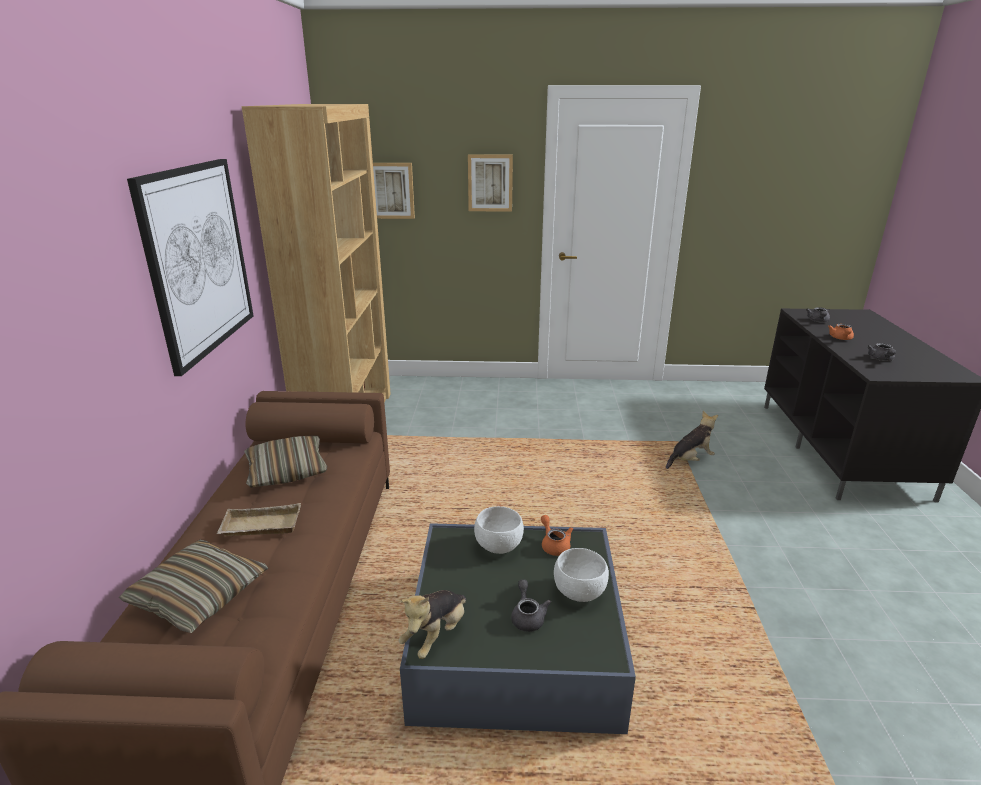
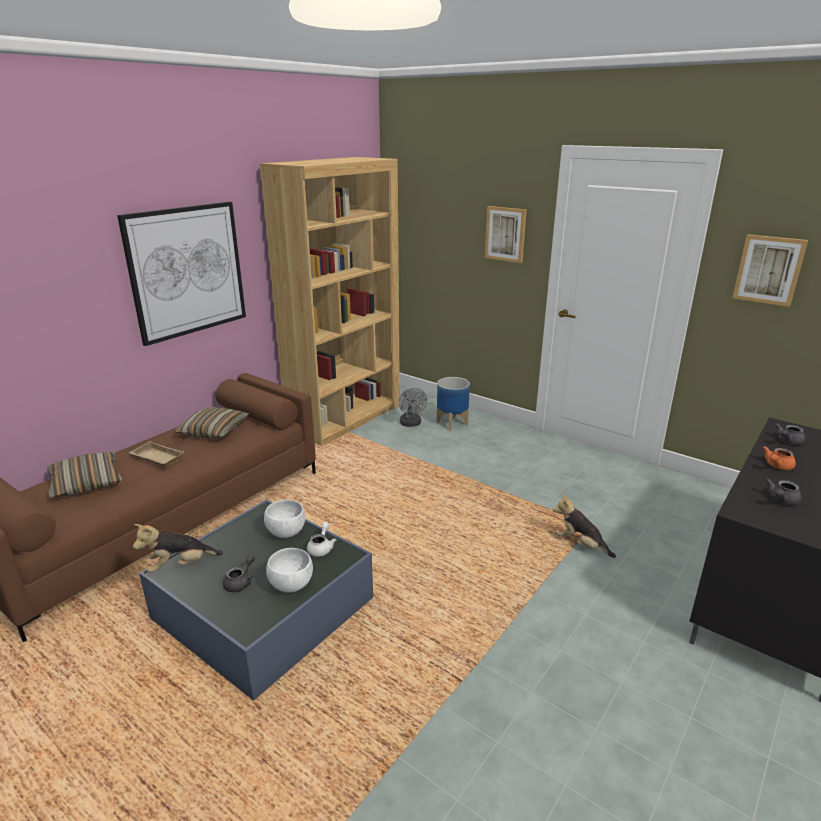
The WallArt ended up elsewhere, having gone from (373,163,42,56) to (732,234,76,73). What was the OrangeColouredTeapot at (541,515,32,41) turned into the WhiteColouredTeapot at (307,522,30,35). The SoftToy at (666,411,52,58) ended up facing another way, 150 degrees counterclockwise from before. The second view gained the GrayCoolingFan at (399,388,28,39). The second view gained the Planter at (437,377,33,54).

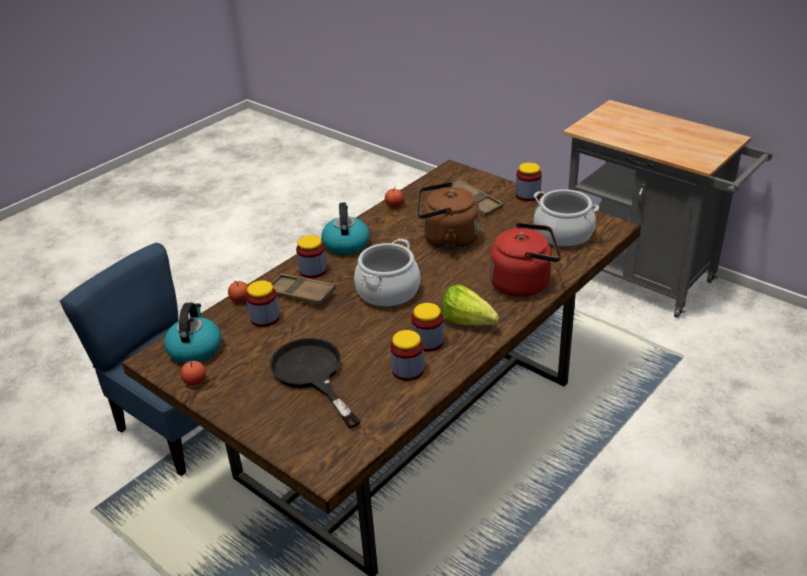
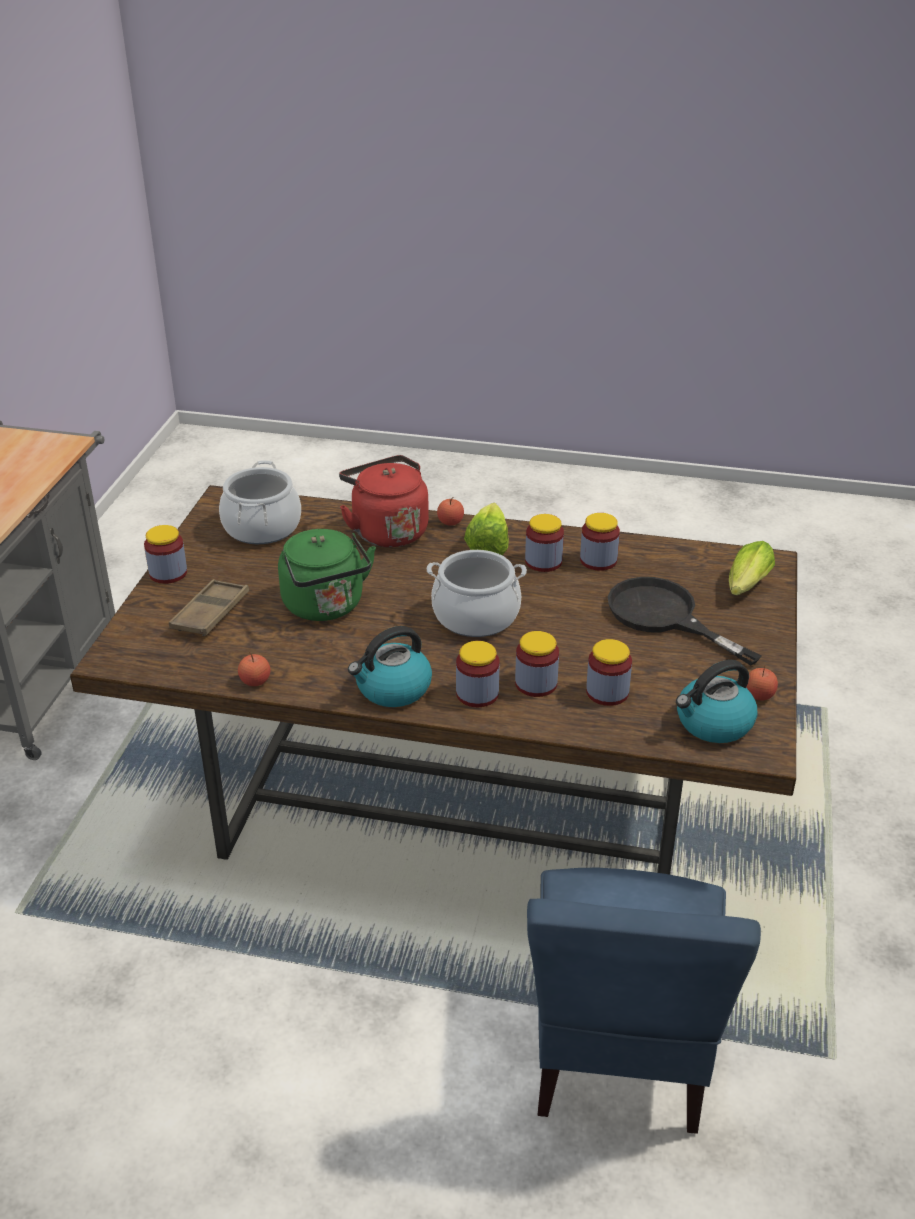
The AppleFruit ended up elsewhere, having gone from (228,281,20,22) to (437,497,27,29). The BlackishSkillet at (270,338,91,90) ended up facing another way, 105 degrees clockwise from before. Where the BrownishCarryingTray stood at (271,274,65,31), the PreserveJar came to stand at (515,631,44,66). What was the BrownishKettle at (417,182,63,68) turned into the GreenKettle at (278,529,98,92). The second view gained the Lettuce at (729,541,46,54).

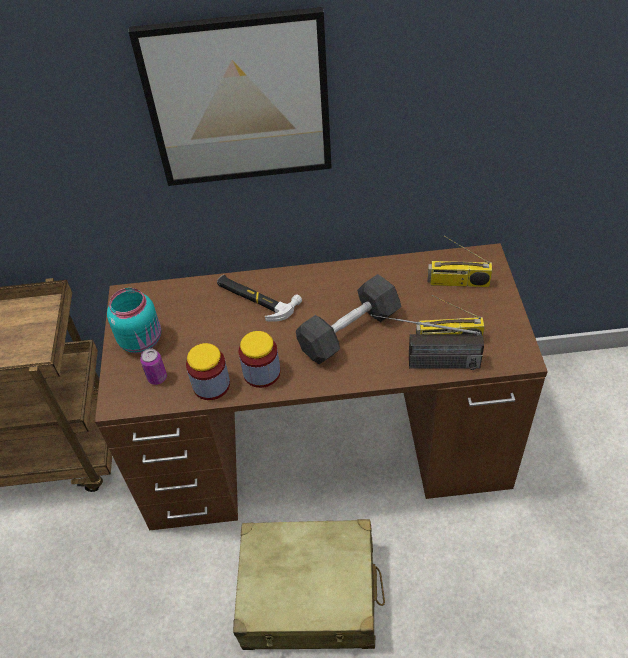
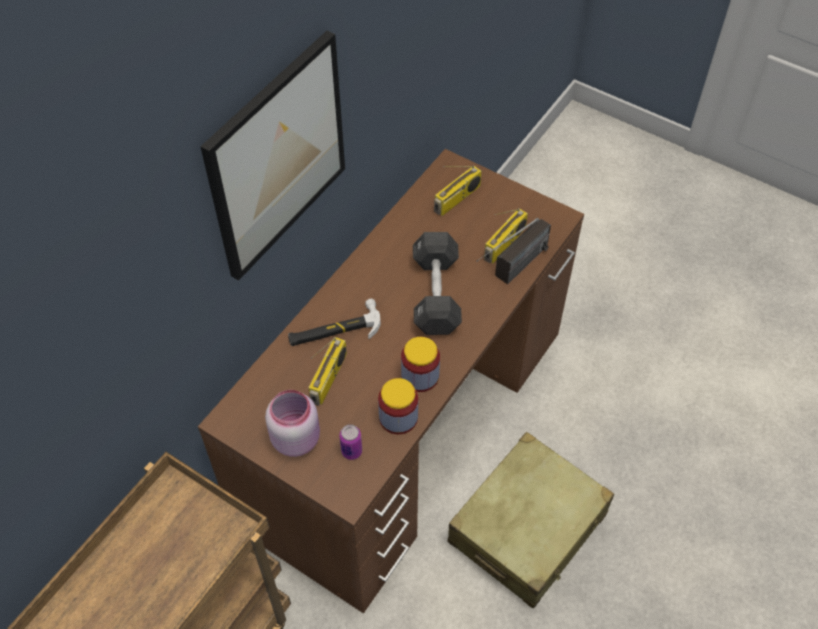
What was the BlueGreenPreserveJar at (107,288,54,65) turned into the PinkColouredPreserveJar at (265,390,55,67). The second view gained the RadioReceiver at (309,337,38,69).

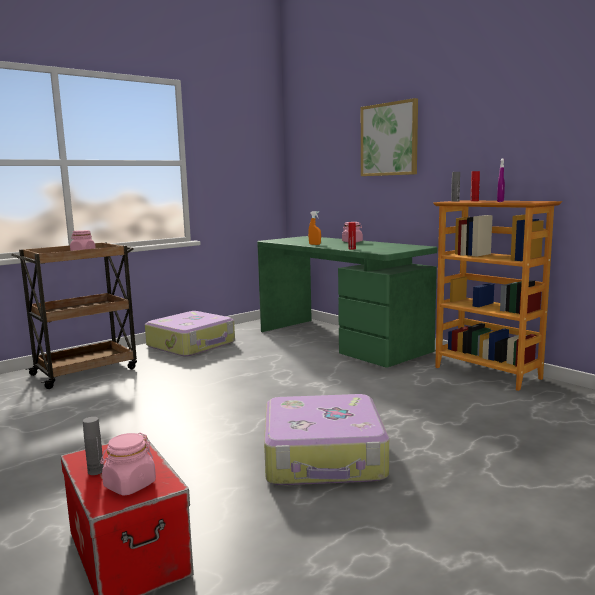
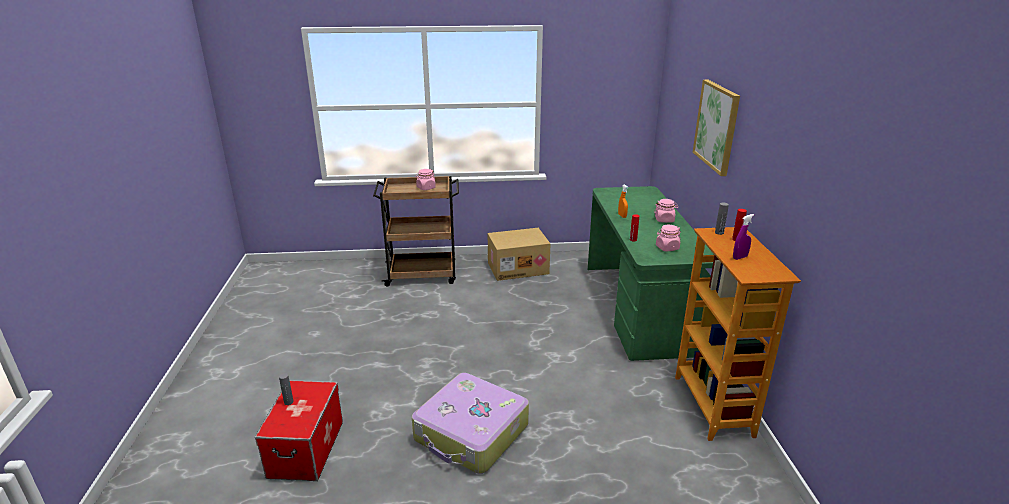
The PinkColouredPreserveJar ended up elsewhere, having gone from (100,433,56,63) to (656,225,25,26). Where the TravelCase stood at (145,311,90,46), the CardboardBox came to stand at (488,228,62,53).

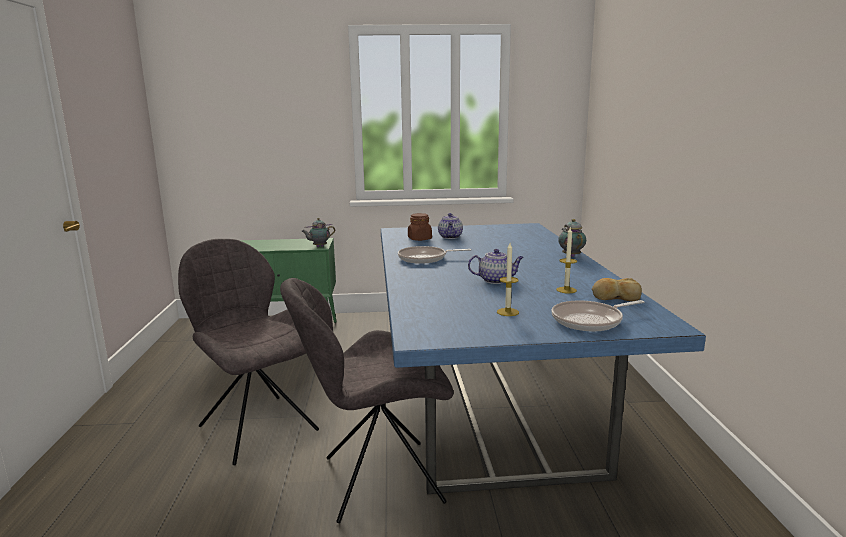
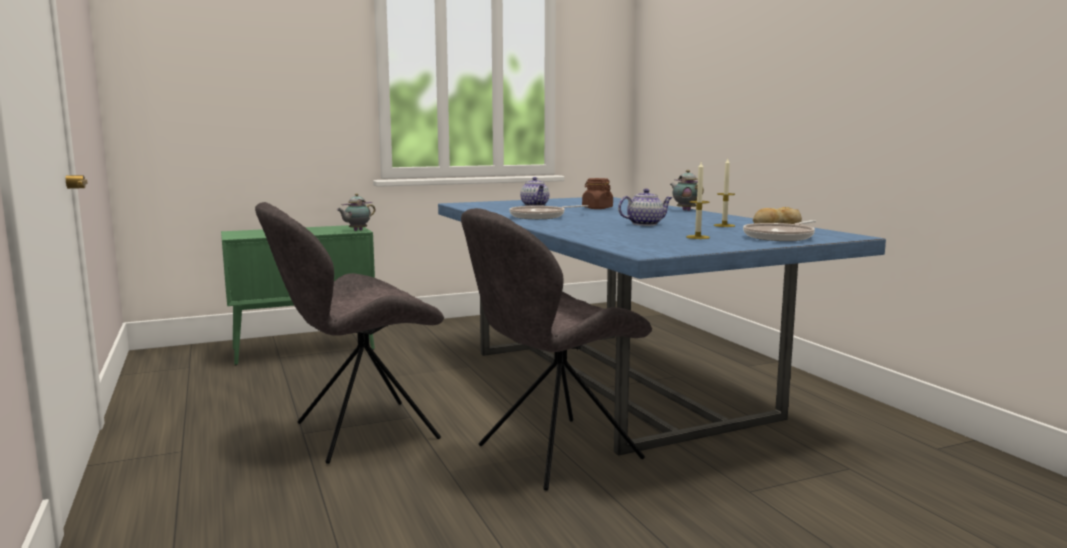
The GrayPlainChair at (178,239,141,226) ended up facing another way, 60 degrees counterclockwise from before. The BrownishPreserveJar ended up elsewhere, having gone from (408,213,24,28) to (582,178,31,31).

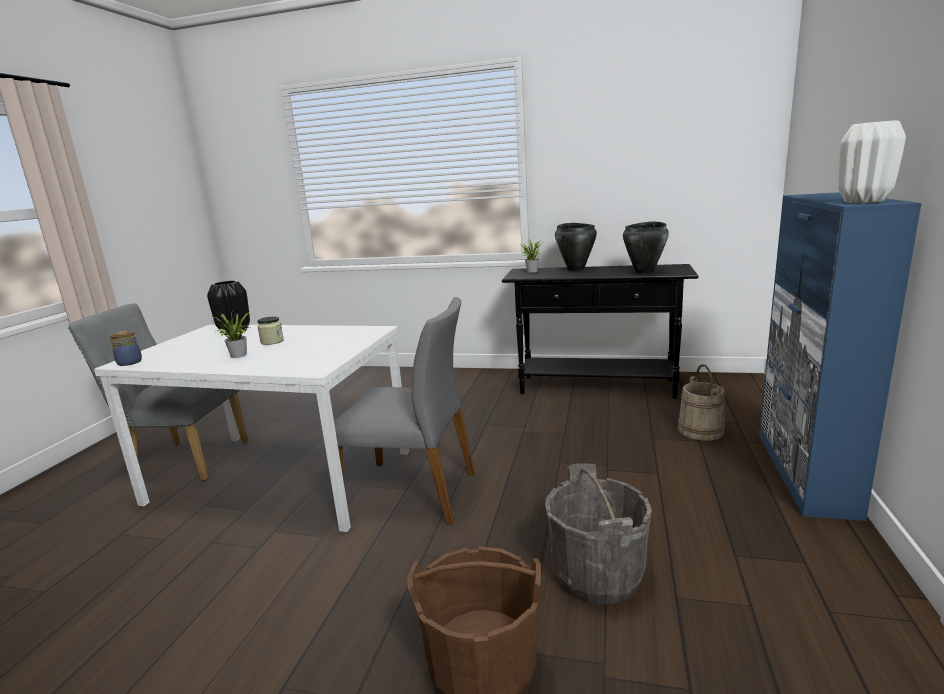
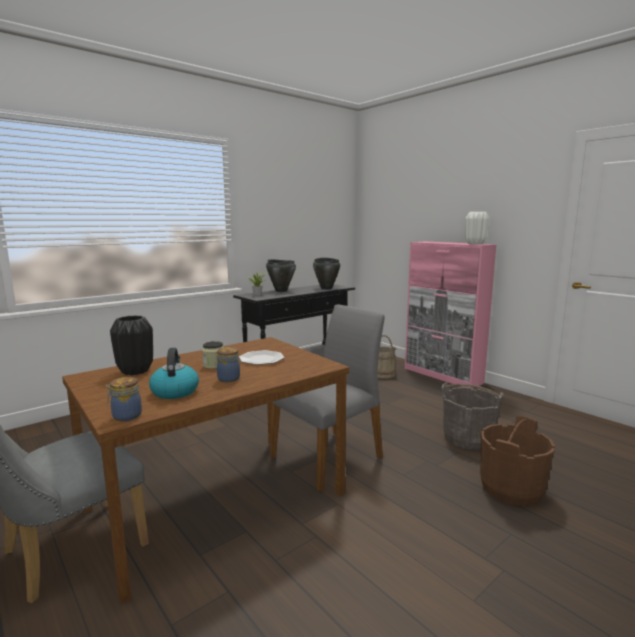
What was the WhiteColouredDiningTable at (94,324,315,208) turned into the BrownishDiningTable at (62,337,287,267). Where the PlantInAPot stood at (209,310,41,48), the PreserveJar came to stand at (217,347,23,35). What was the BlueColouredStorageCabinet at (759,192,163,329) turned into the PinkColouredStorageCabinet at (405,242,91,147). The second view gained the Kettle at (149,348,50,51). The second view gained the Plate at (239,350,46,15).

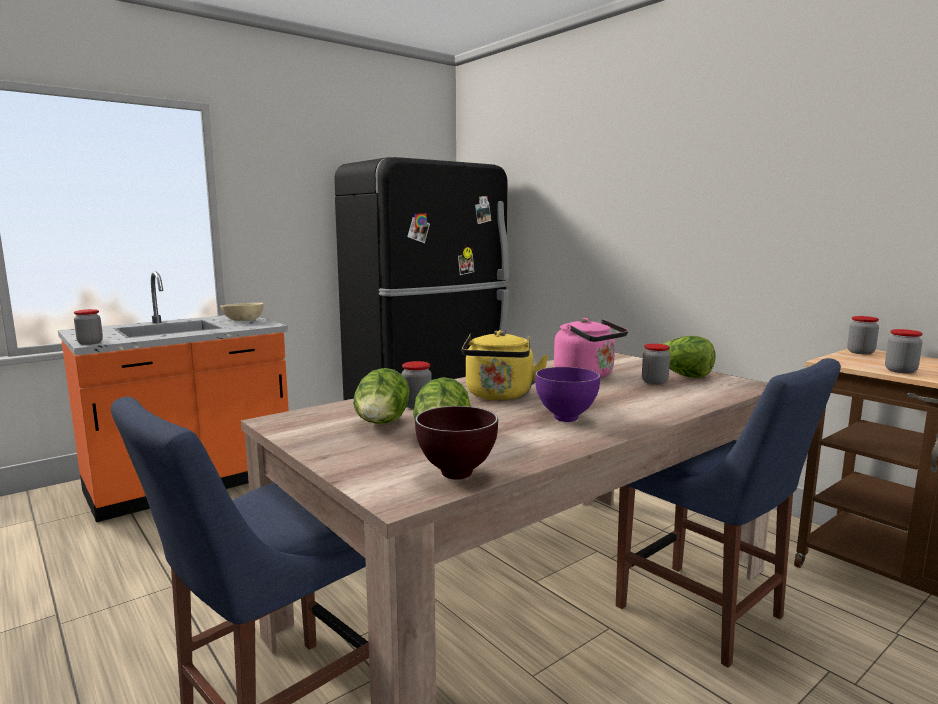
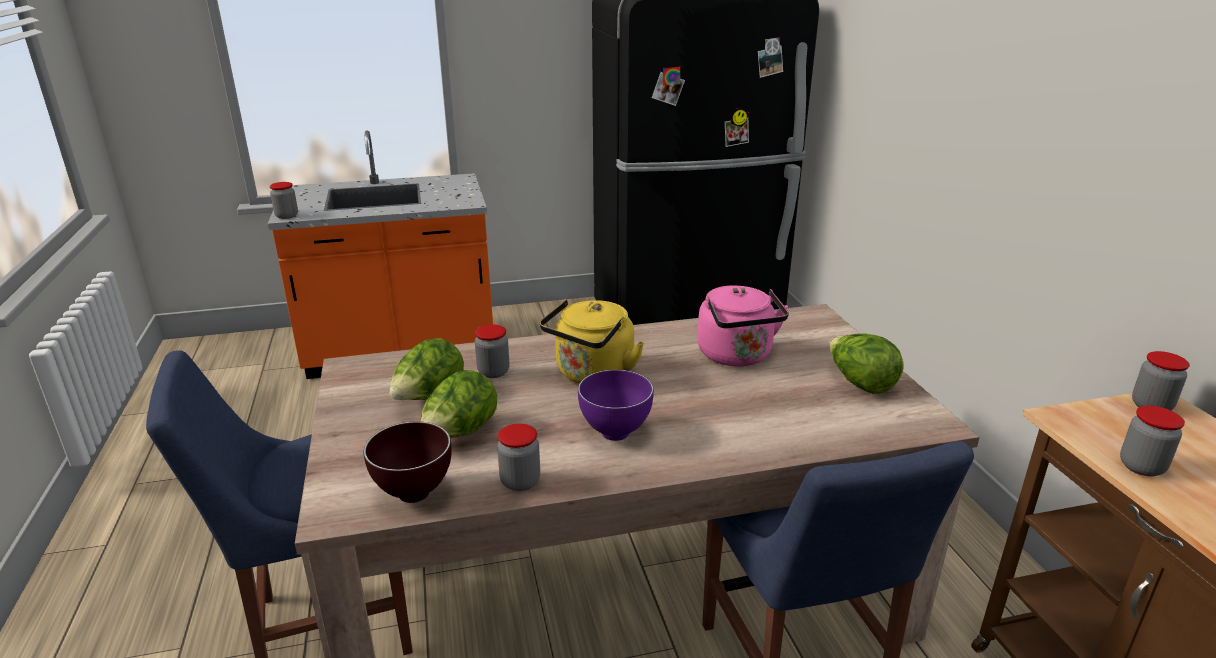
The second view lost the SandColouredServingBowl at (220,303,44,18). The PreserveJar ended up elsewhere, having gone from (642,344,28,41) to (497,424,43,67).

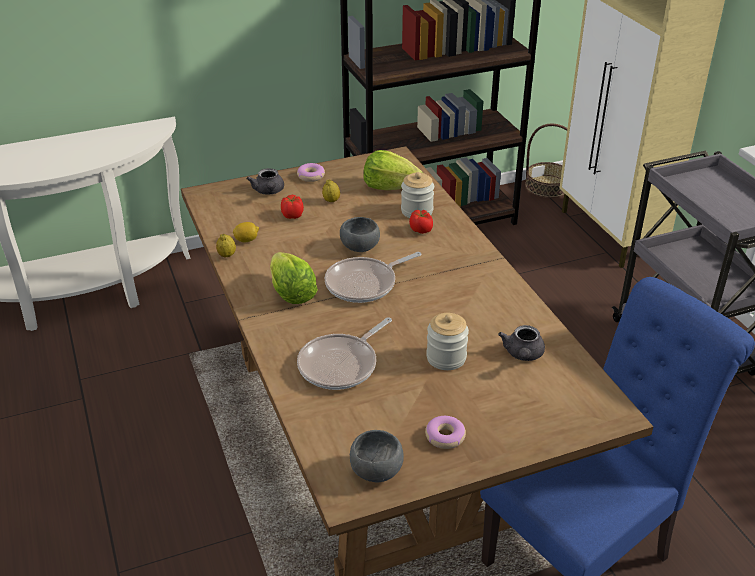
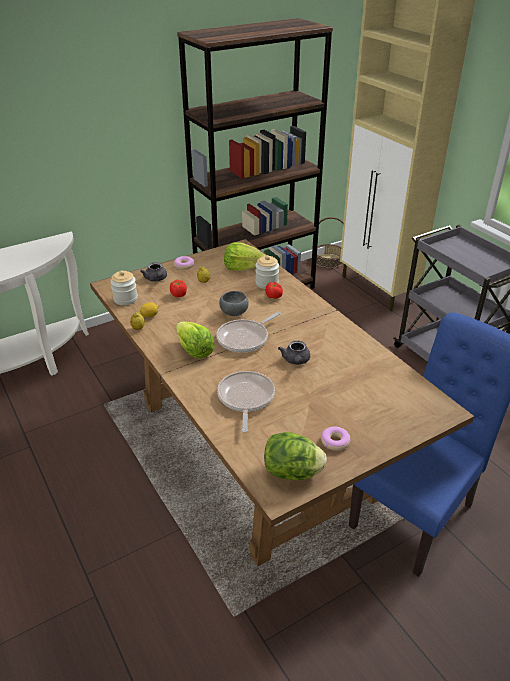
The Skillet at (297,317,95,73) ended up facing another way, 150 degrees clockwise from before. Where the GrayServingBowl stood at (350,430,54,52), the Lettuce came to stand at (264,432,63,49). The PreserveJar ended up elsewhere, having gone from (426,313,43,57) to (111,270,27,35). The GrayTeapot ended up elsewhere, having gone from (498,325,47,36) to (278,340,32,25).

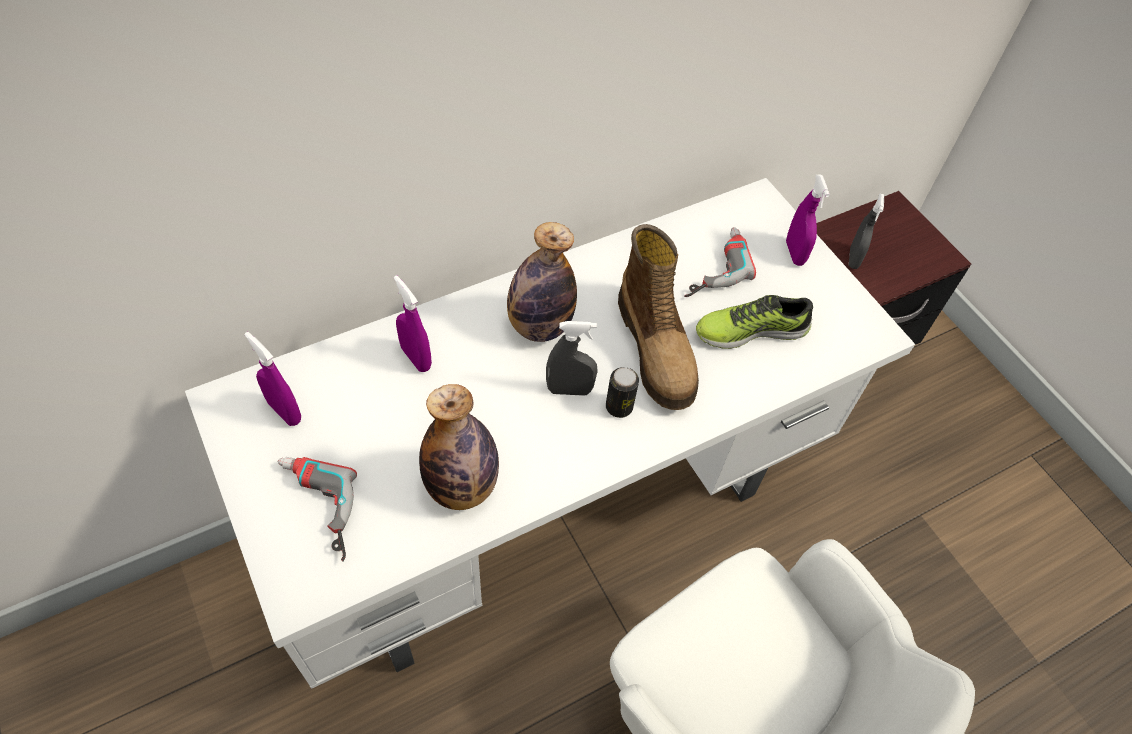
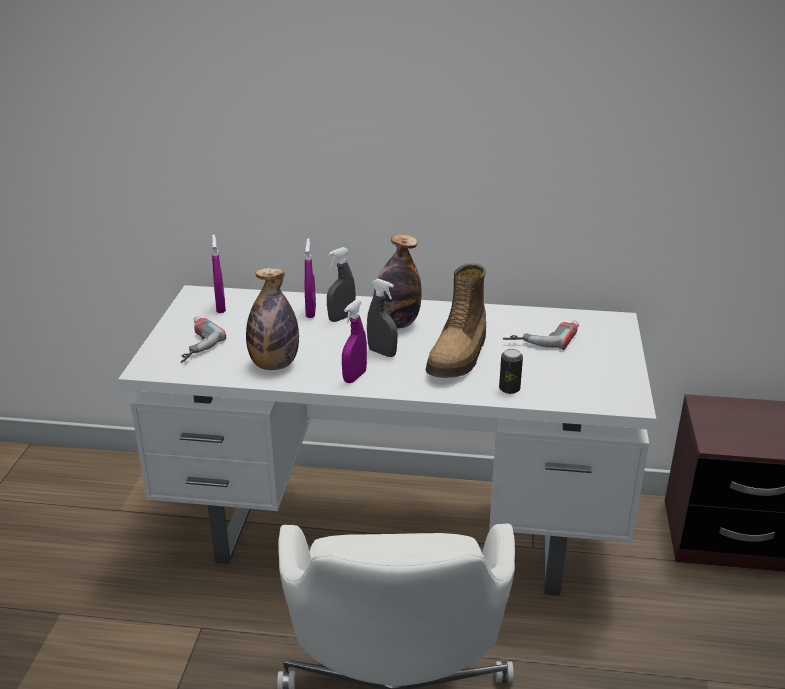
The MetalCan ended up elsewhere, having gone from (606,367,33,51) to (499,349,24,45). The second view lost the Shoe at (696,295,117,54). The PurpleSprayBottle ended up elsewhere, having gone from (786,175,44,91) to (342,300,25,83). The GraySprayBottle ended up elsewhere, having gone from (849,193,35,76) to (327,247,29,75).

